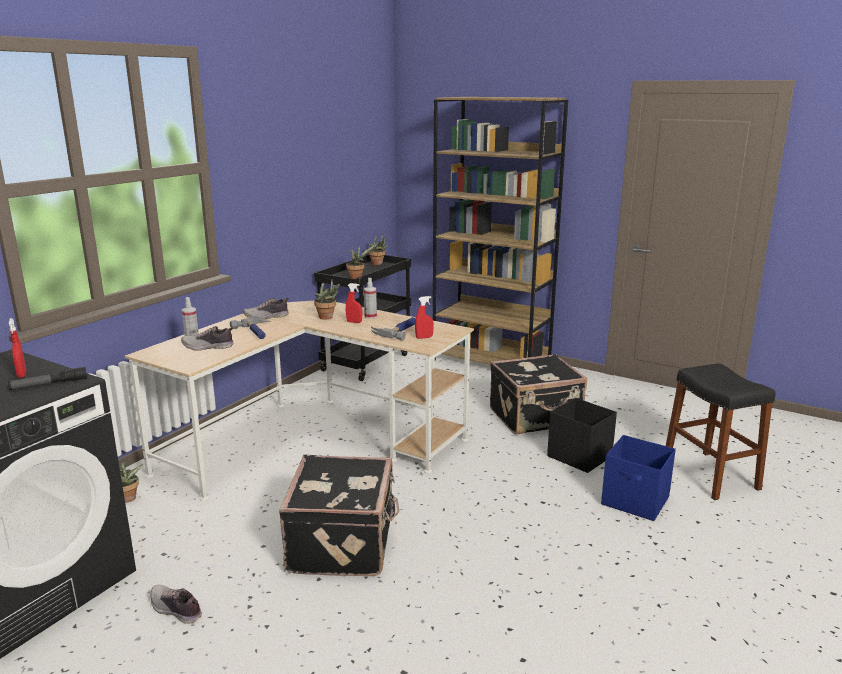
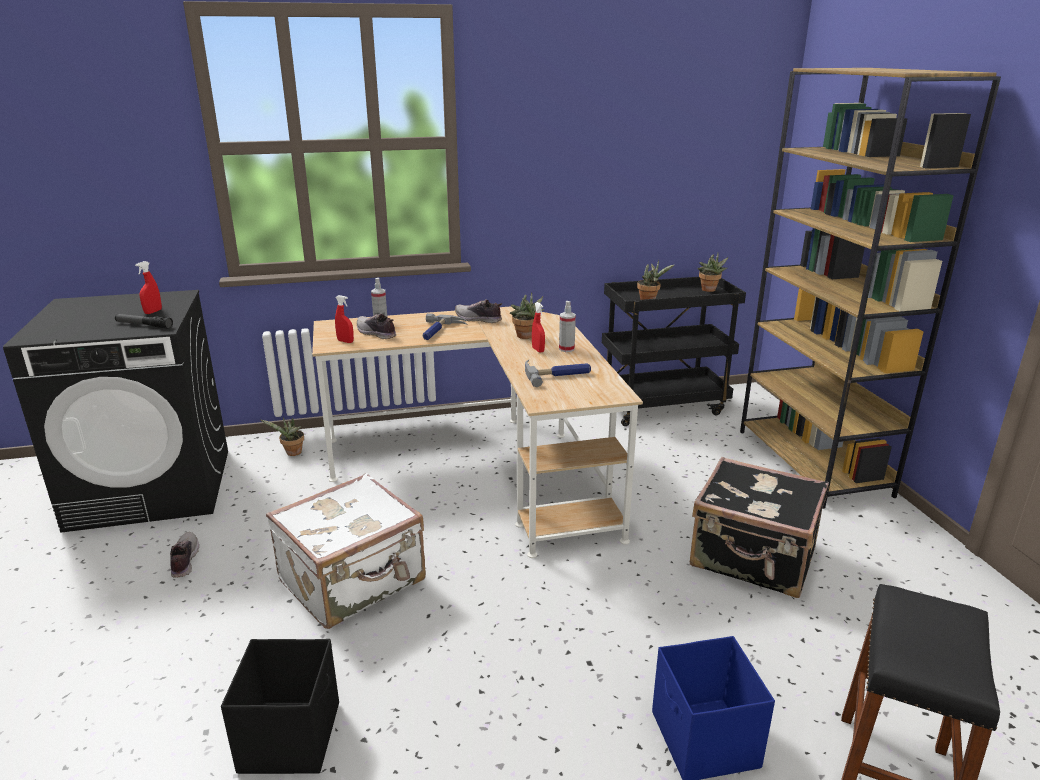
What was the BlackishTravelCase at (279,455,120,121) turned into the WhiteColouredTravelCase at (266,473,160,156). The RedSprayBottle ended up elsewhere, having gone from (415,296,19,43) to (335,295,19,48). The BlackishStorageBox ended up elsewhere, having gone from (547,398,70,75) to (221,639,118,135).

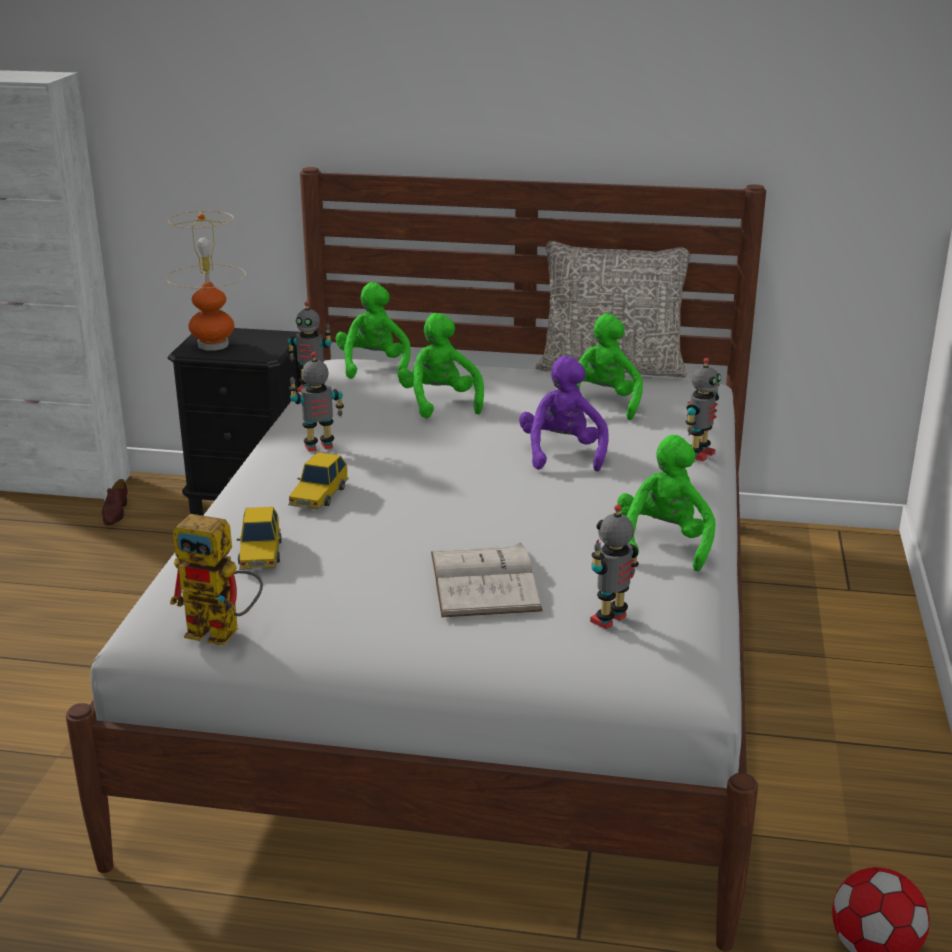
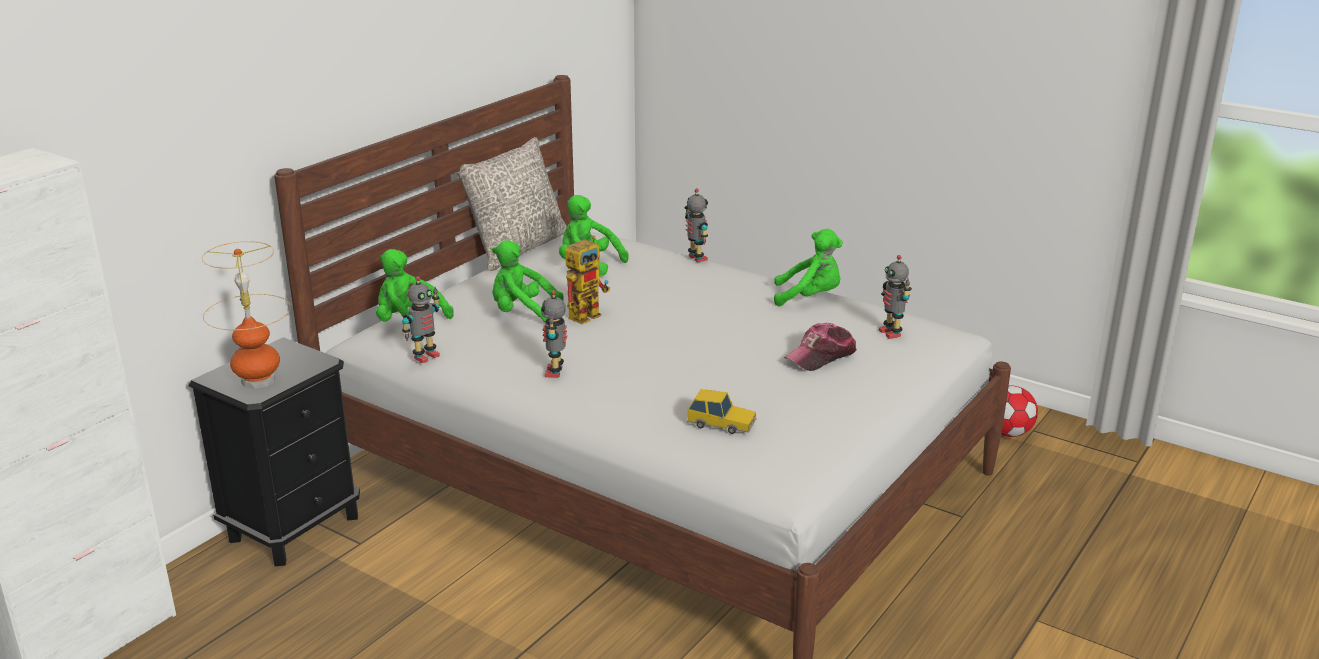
The second view lost the BrownishShoe at (102,479,26,46). The ToyRobot ended up elsewhere, having gone from (170,514,93,132) to (565,236,45,88). The second view lost the ModelCar at (288,452,61,58). Where the WhiteColouredBoundBook stood at (431,542,112,75), the PeakedCap came to stand at (784,323,73,48). The second view lost the PurpleSoftToy at (519,356,90,115). The GreenSoftToy at (617,435,99,136) ended up facing another way, 150 degrees clockwise from before.

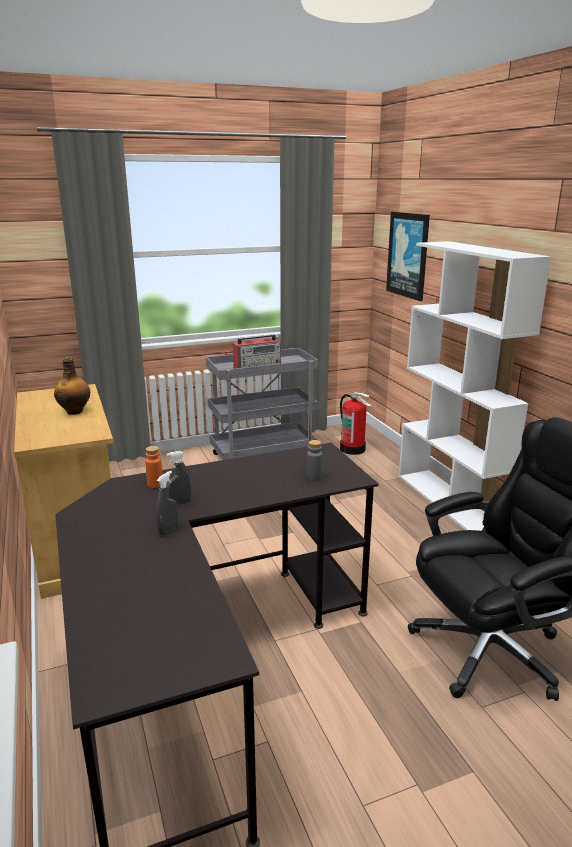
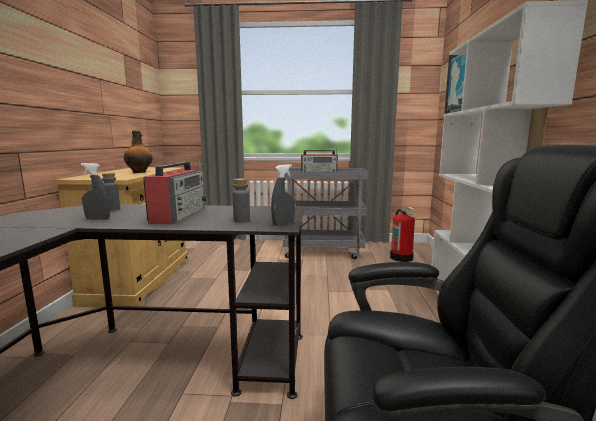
What was the OrangeColouredBottle at (145,446,17,42) turned into the GrayBottle at (102,173,18,38). The GraySprayBottle ended up elsewhere, having gone from (156,471,22,64) to (271,164,24,62). The second view gained the RadioReceiver at (143,159,64,66).

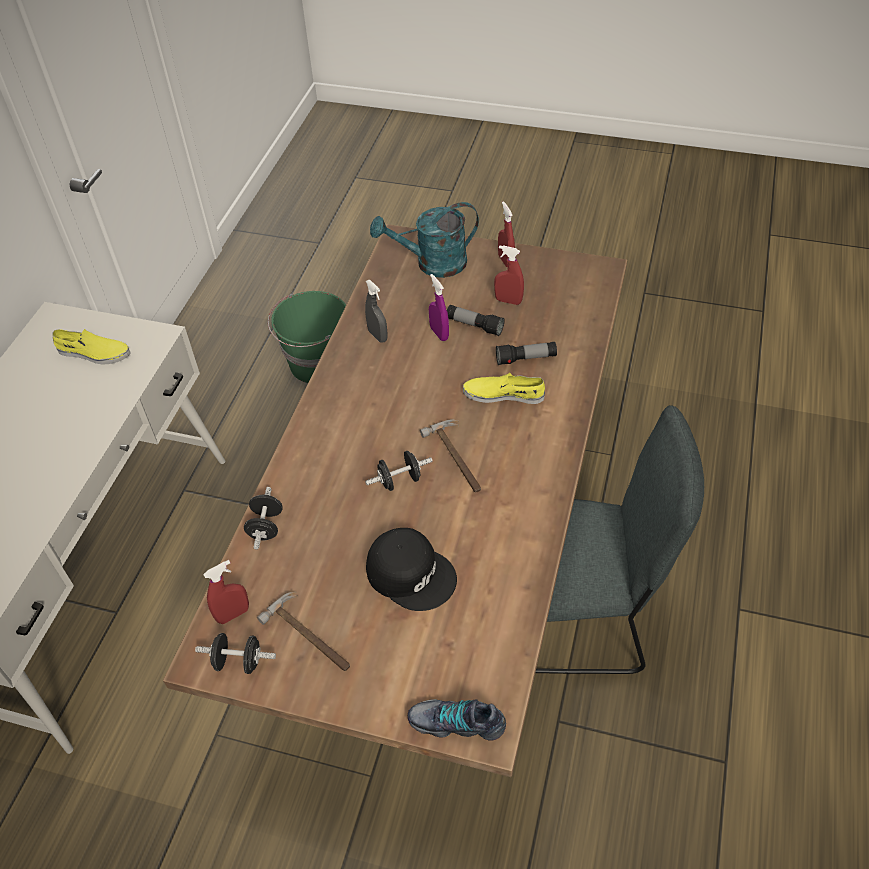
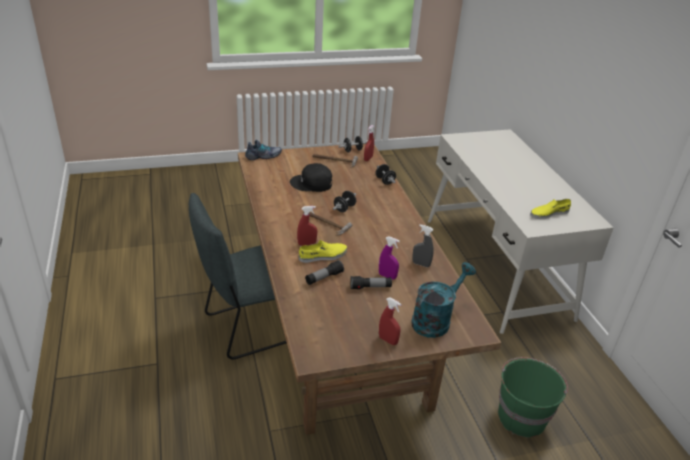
The RedSprayBottle ended up elsewhere, having gone from (494,245,30,60) to (297,206,20,40).

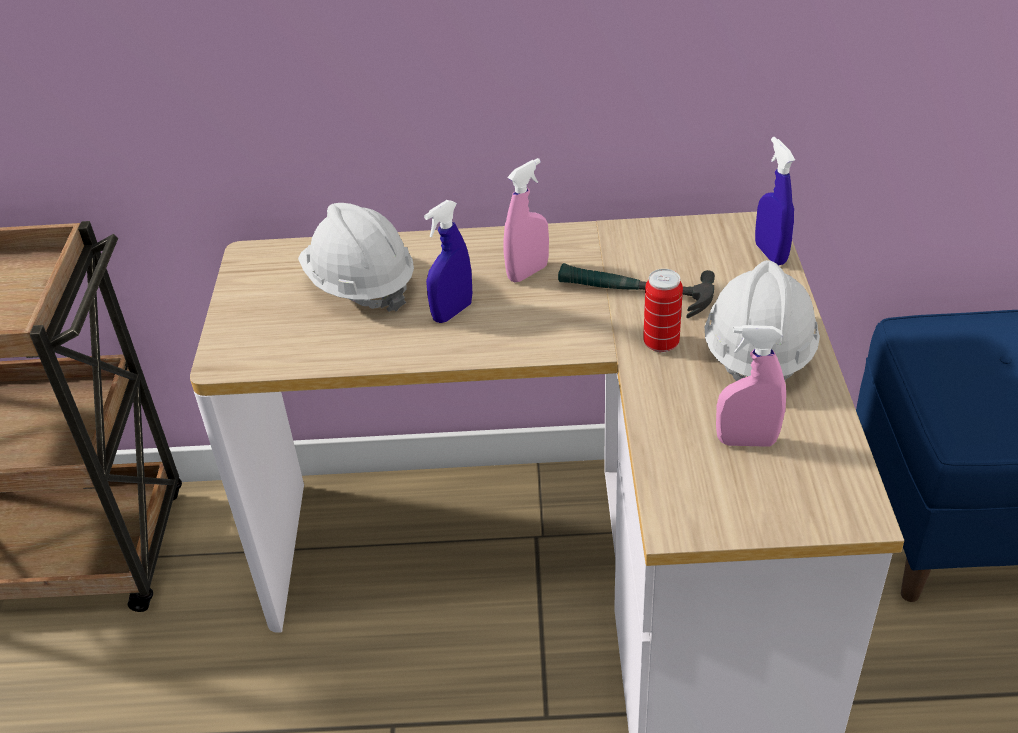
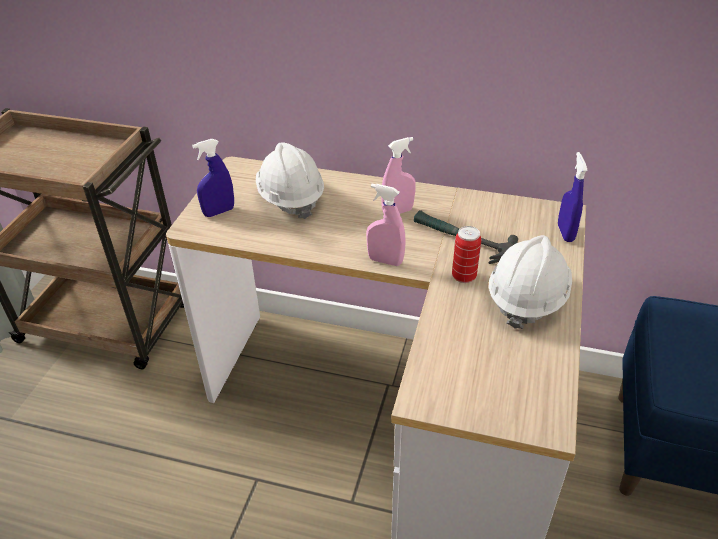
The BlueColouredSprayBottle ended up elsewhere, having gone from (424,200,48,123) to (192,139,42,78). The PinkColouredSprayBottle ended up elsewhere, having gone from (716,325,70,122) to (366,184,40,82).

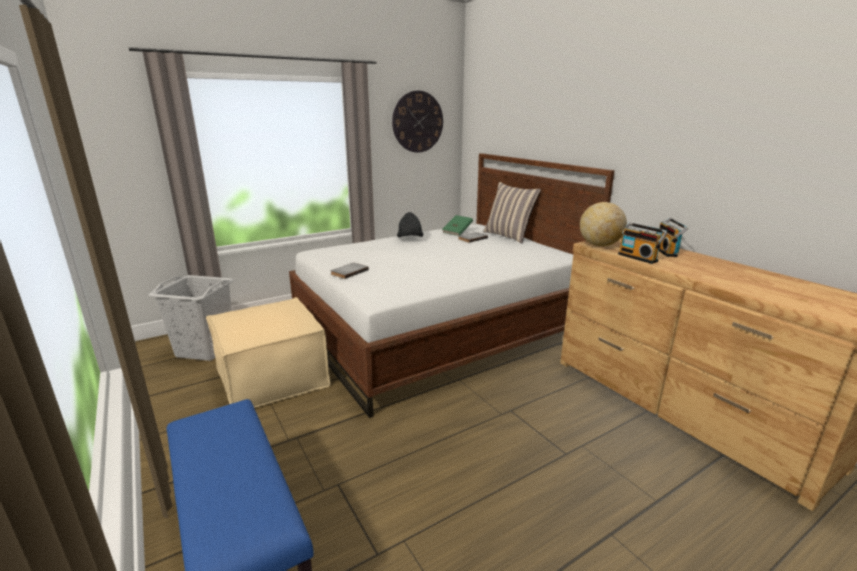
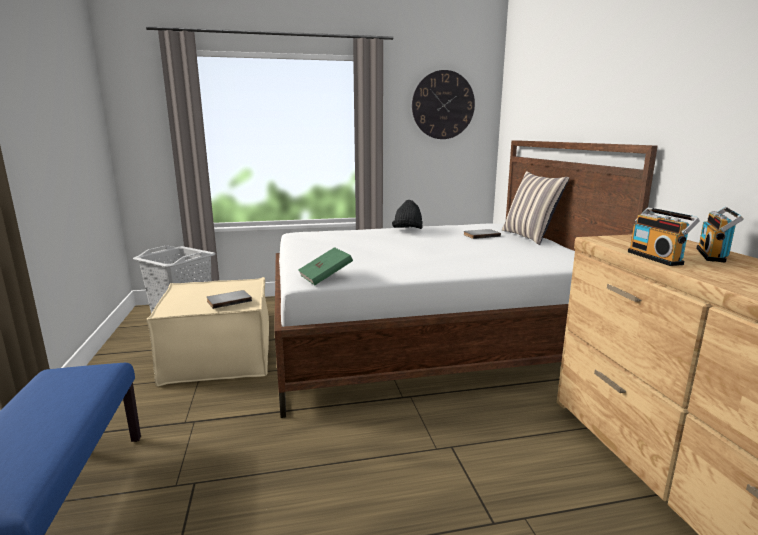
The GrayBoundBook ended up elsewhere, having gone from (331,263,38,16) to (207,290,45,19). The GreenBoundBook ended up elsewhere, having gone from (442,215,31,21) to (298,247,55,38). The second view lost the WorldGlobe at (580,202,47,45).

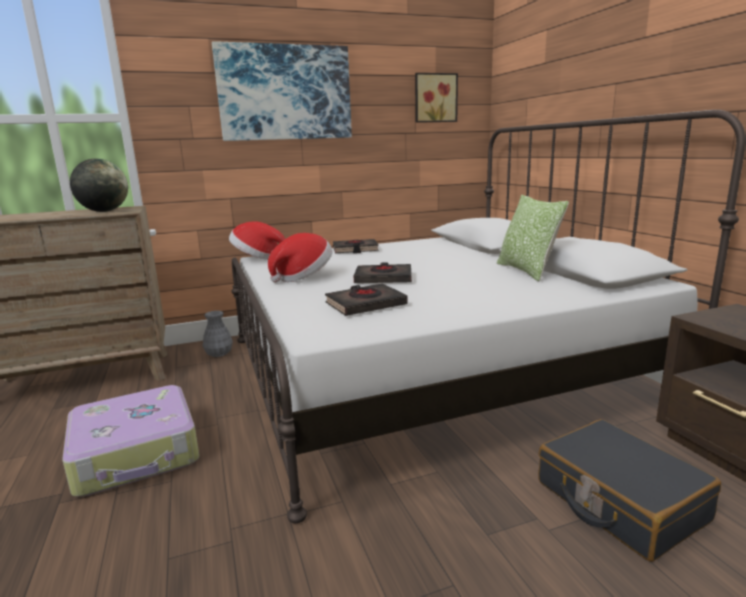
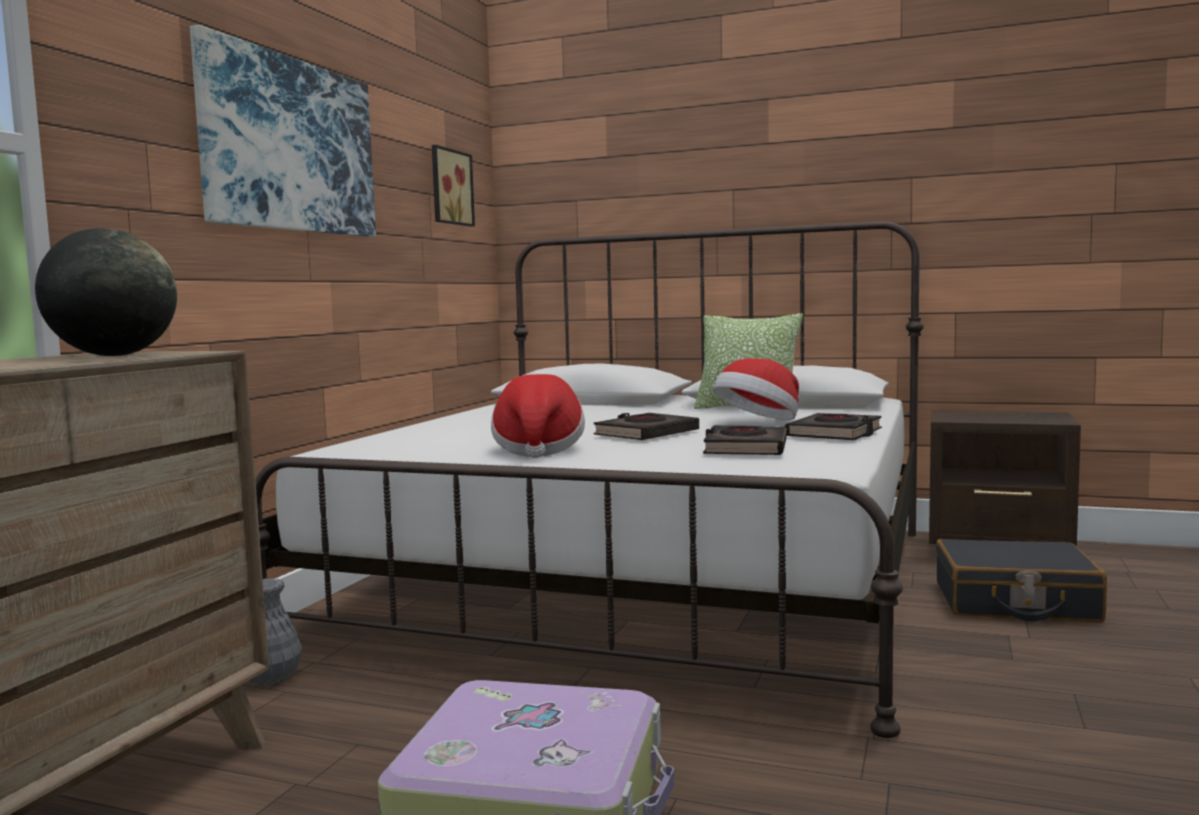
The Hat ended up elsewhere, having gone from (229,221,56,39) to (713,358,86,62). The BlackishBoundBook ended up elsewhere, having gone from (333,239,46,14) to (785,413,97,27).

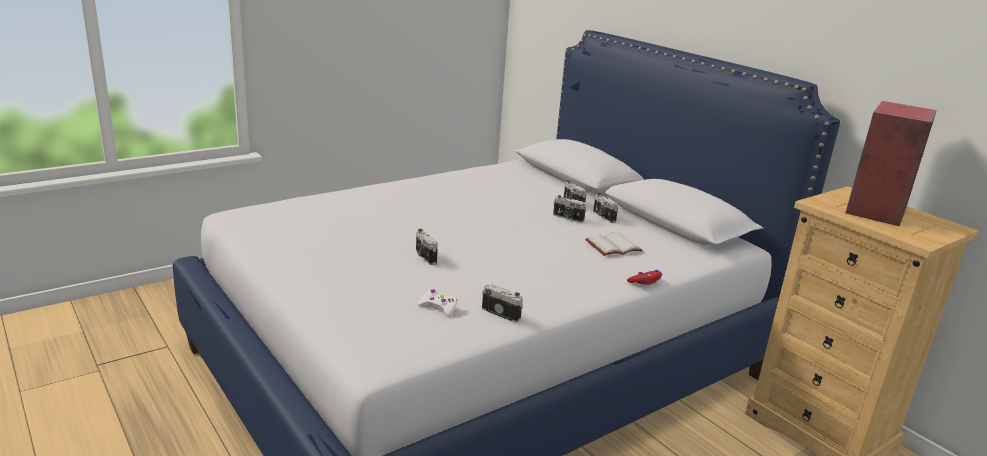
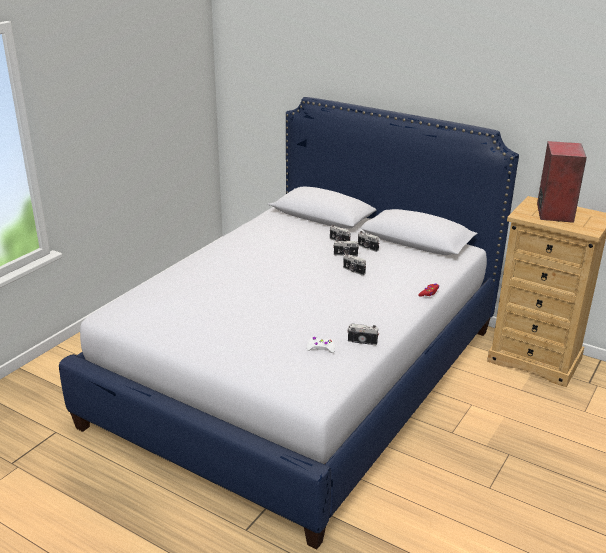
The PhotoCamera ended up elsewhere, having gone from (416,229,22,36) to (343,253,23,22). The second view lost the WhiteColouredBoundBook at (585,232,58,24).

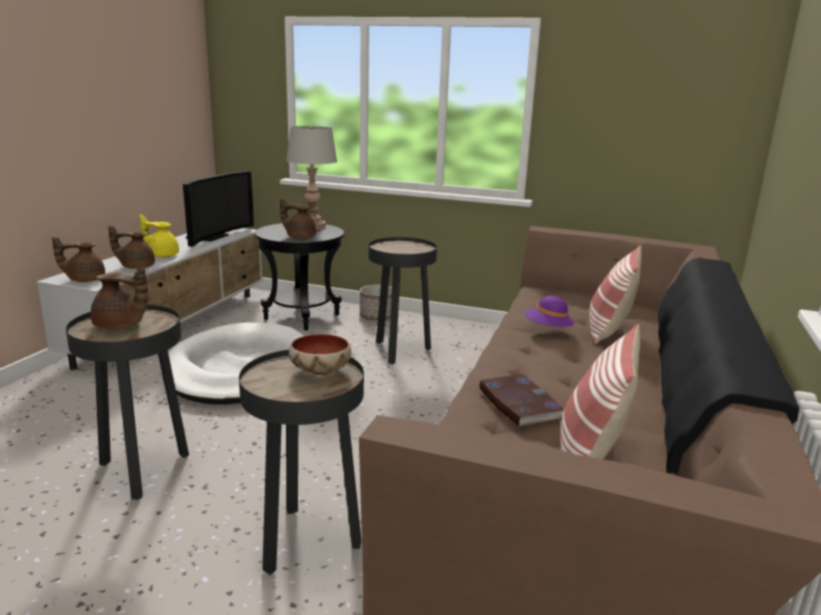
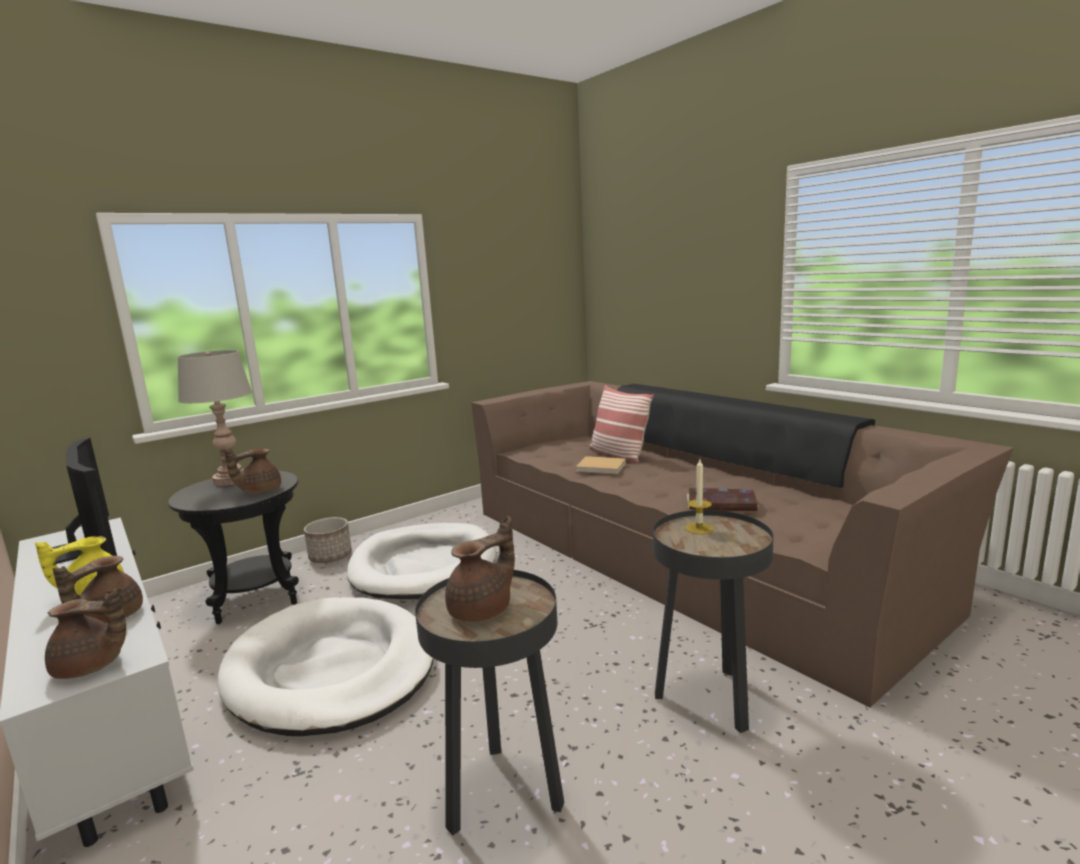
The BrownishTeapot at (52,237,53,45) ended up facing another way, 105 degrees counterclockwise from before. Where the ServingBowl stood at (289,334,62,41), the WaxLight came to stand at (685,459,28,75). Where the BlackishAccentTable stood at (368,237,69,127), the WhiteColouredDogBed came to stand at (347,523,149,76). Where the PurpleHat stood at (524,296,50,33), the SandColouredBoundBook came to stand at (576,456,50,18). The second view lost the ThrowPillow at (561,324,79,135).

